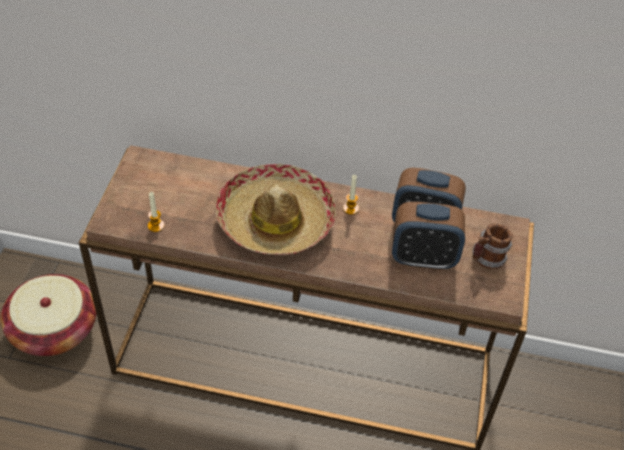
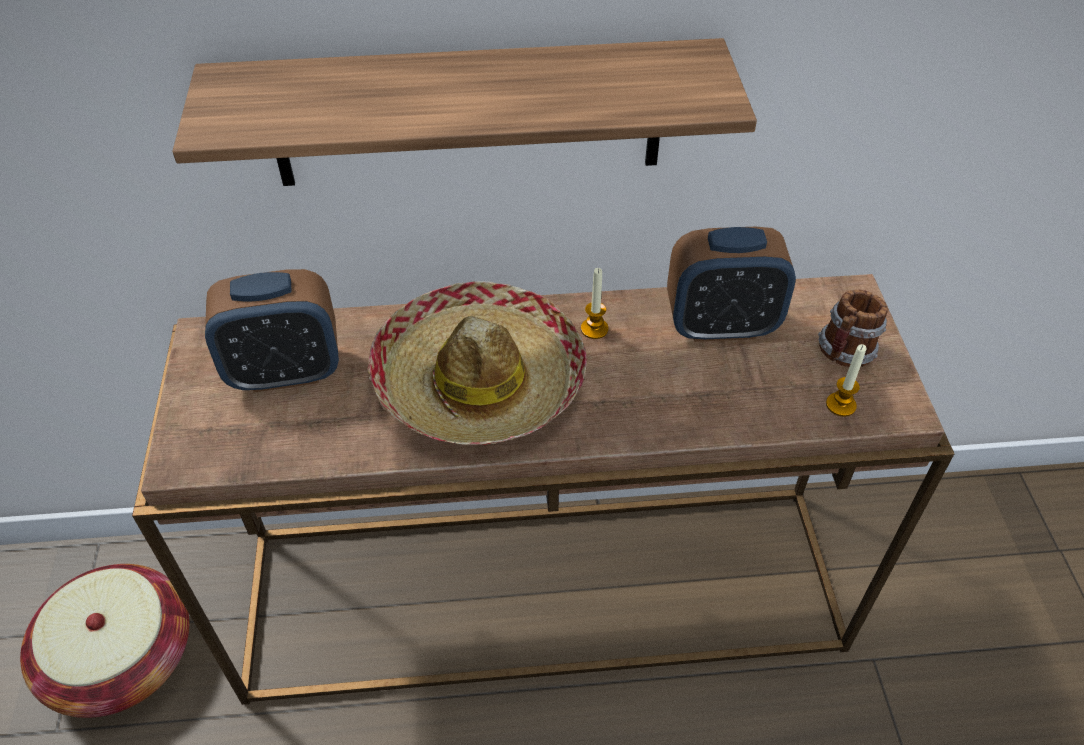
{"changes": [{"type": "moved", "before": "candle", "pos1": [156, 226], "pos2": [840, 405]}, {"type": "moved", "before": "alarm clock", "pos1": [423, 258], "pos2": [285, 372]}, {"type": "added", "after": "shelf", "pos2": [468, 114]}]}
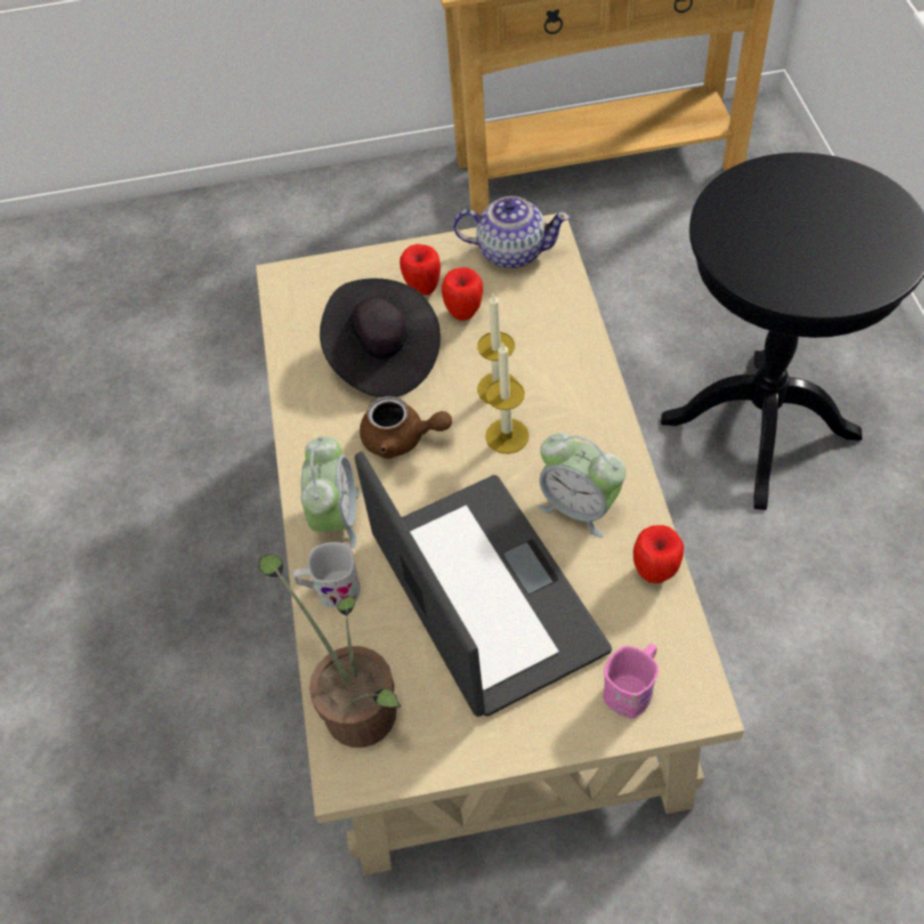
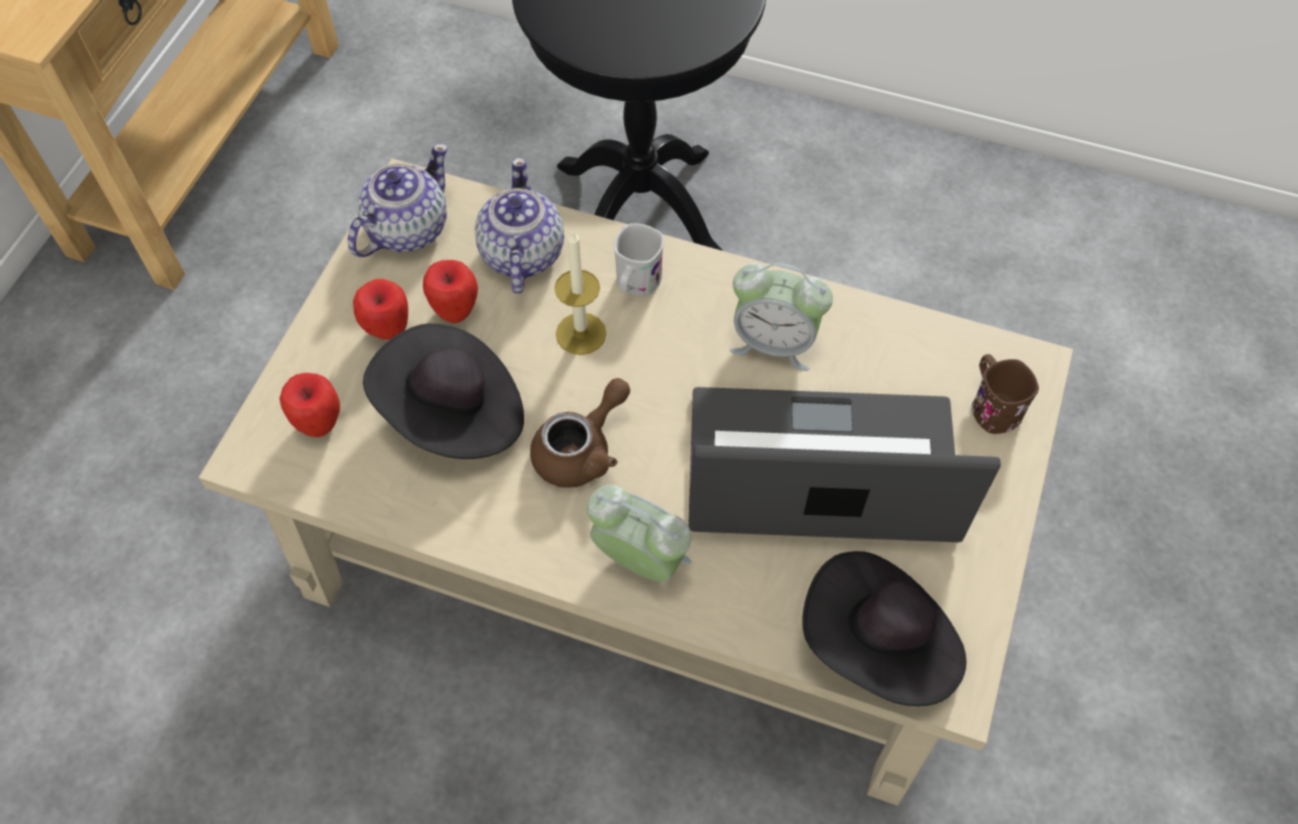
{"changes": [{"type": "removed", "before": "candle", "pos1": [507, 436]}, {"type": "turned", "before": "alarm clock", "pos1": [579, 507], "pos2": [774, 343], "turn": 45}, {"type": "moved", "before": "apple", "pos1": [655, 572], "pos2": [319, 424]}, {"type": "moved", "before": "white mug", "pos1": [330, 590], "pos2": [635, 284]}, {"type": "replaced", "before": "potted plant", "after": "black hat", "pos1": [355, 703], "pos2": [880, 646]}, {"type": "recoloured", "before": "pink mug", "after": "brown mug", "pos1": [632, 688], "pos2": [991, 406]}, {"type": "added", "after": "teapot", "pos2": [521, 255]}]}
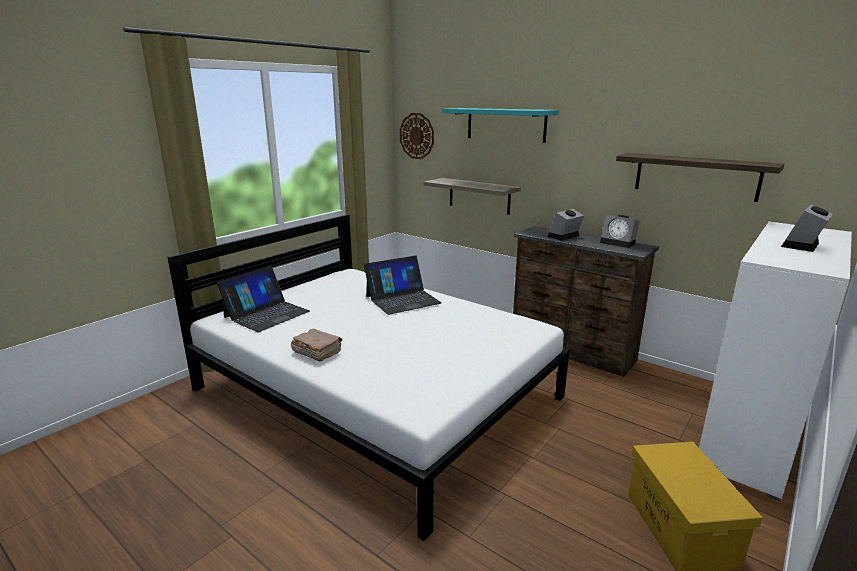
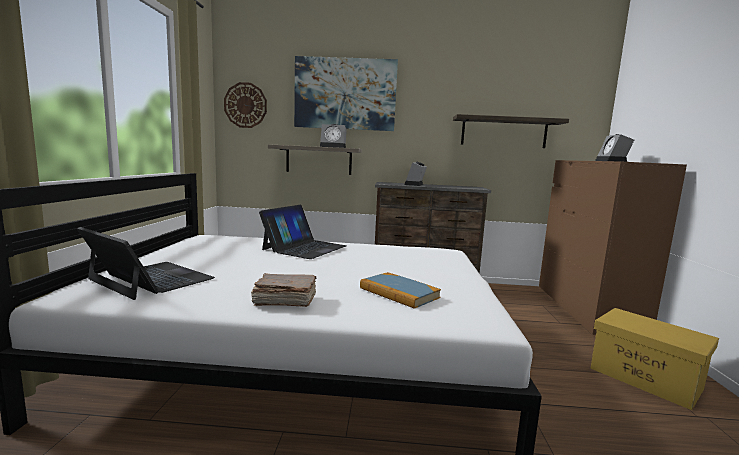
{"changes": [{"type": "replaced", "before": "turquoise shelf", "after": "picture", "pos1": [506, 124], "pos2": [345, 94]}, {"type": "moved", "before": "alarm clock", "pos1": [619, 243], "pos2": [334, 147]}, {"type": "recoloured", "before": "white dresser", "after": "brown dresser", "pos1": [750, 437], "pos2": [586, 310]}, {"type": "turned", "before": "laptop", "pos1": [266, 314], "pos2": [150, 279], "turn": -60}, {"type": "added", "after": "book", "pos2": [399, 293]}]}
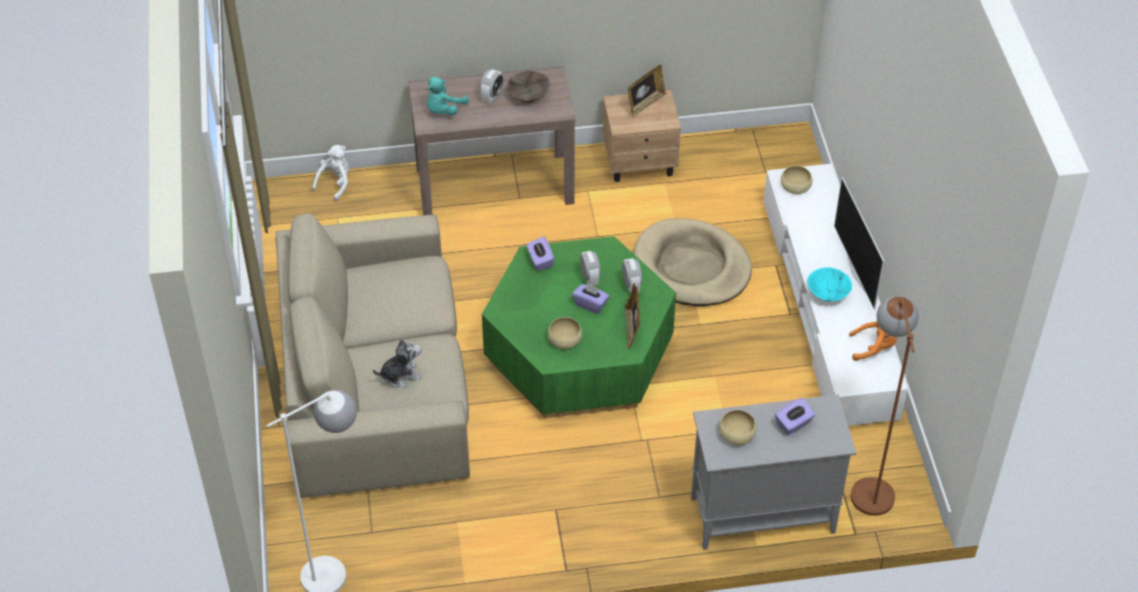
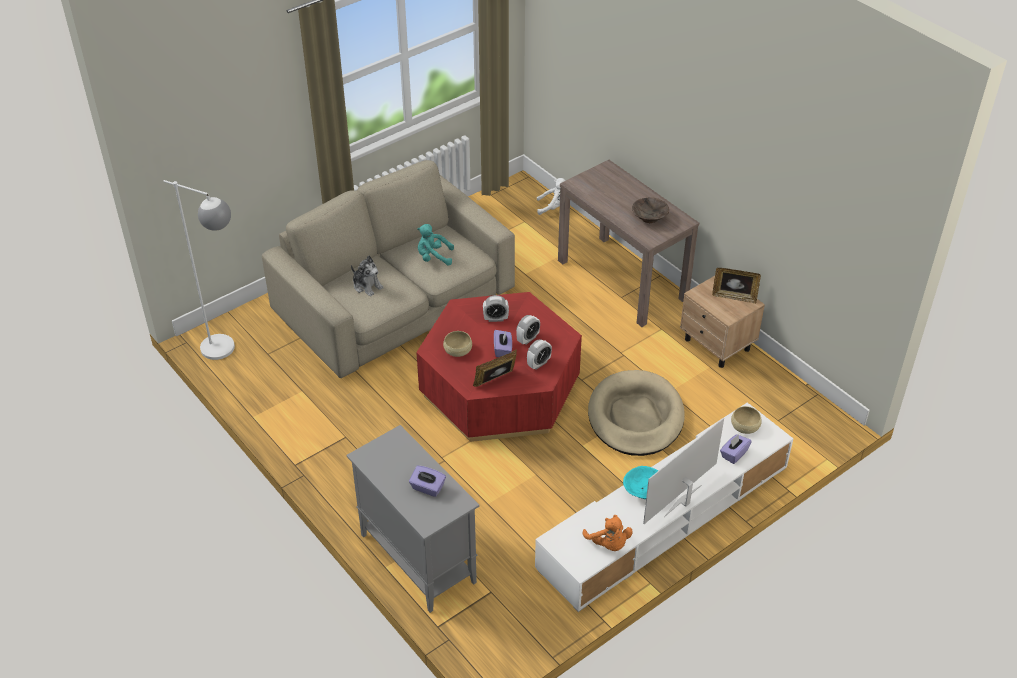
{"changes": [{"type": "moved", "before": "alarm clock", "pos1": [492, 96], "pos2": [495, 319]}, {"type": "moved", "before": "turquoise plush toy", "pos1": [443, 110], "pos2": [433, 257]}, {"type": "recoloured", "before": "green coffee table", "after": "red coffee table", "pos1": [578, 352], "pos2": [500, 389]}, {"type": "moved", "before": "purple tissue box", "pos1": [540, 261], "pos2": [734, 454]}, {"type": "removed", "before": "brown floor lamp", "pos1": [869, 484]}, {"type": "removed", "before": "beige bowl", "pos1": [737, 434]}]}
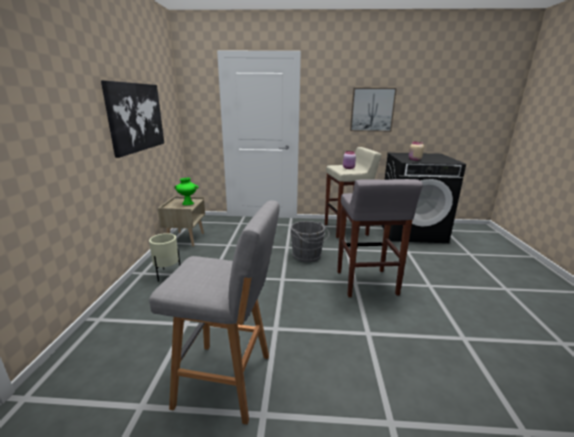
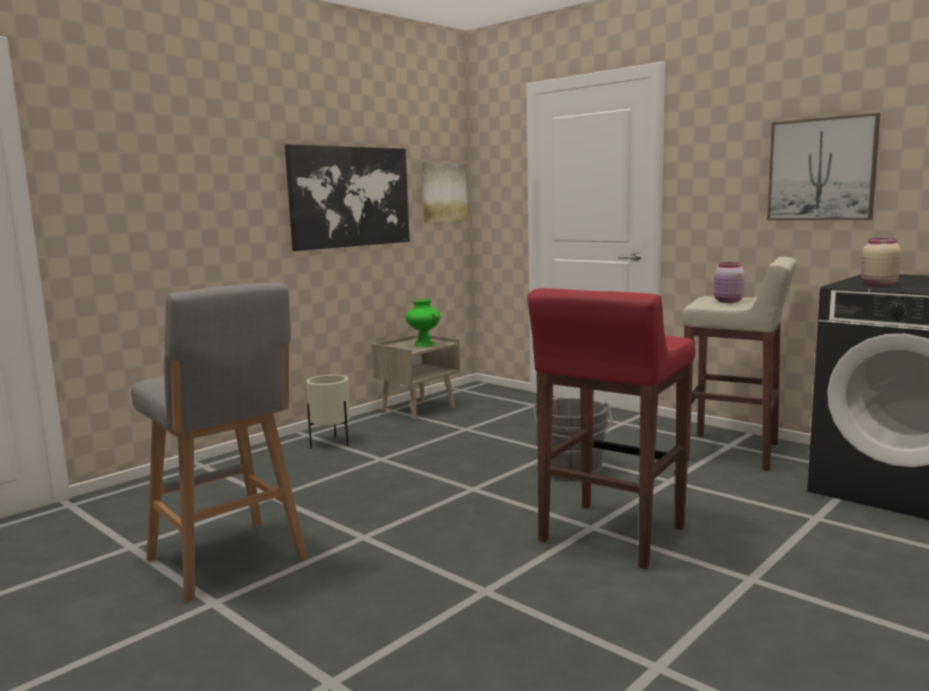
{"changes": [{"type": "recoloured", "before": "grey stool", "after": "red stool", "pos1": [366, 283], "pos2": [610, 535]}, {"type": "added", "after": "picture", "pos2": [443, 192]}]}
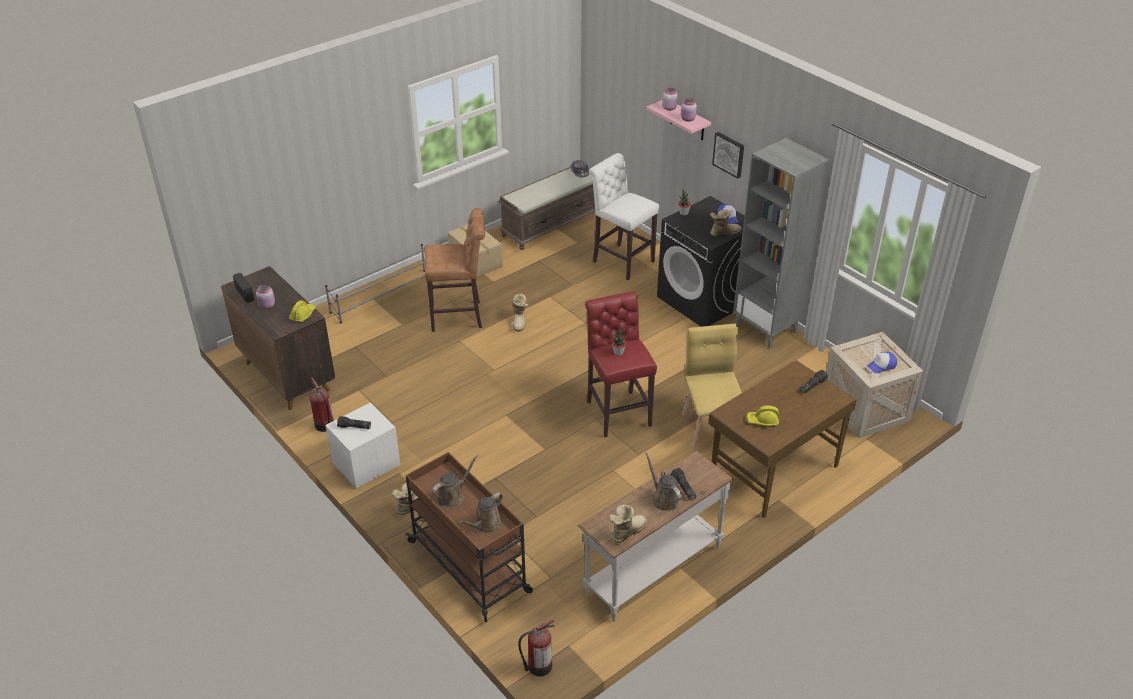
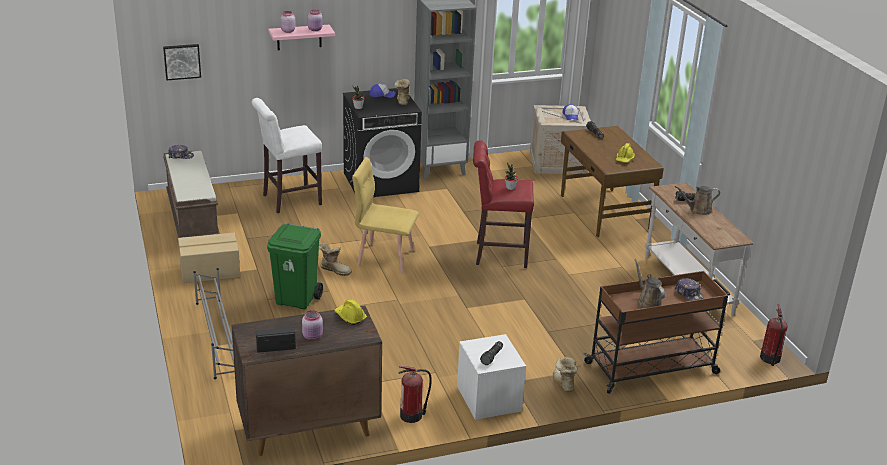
{"changes": [{"type": "moved", "before": "picture", "pos1": [729, 154], "pos2": [182, 61]}, {"type": "replaced", "before": "brown stool", "after": "green trash can", "pos1": [459, 316], "pos2": [297, 299]}, {"type": "moved", "before": "yellow chair", "pos1": [711, 427], "pos2": [385, 257]}, {"type": "replaced", "before": "brown watering can", "after": "cap", "pos1": [486, 525], "pos2": [688, 294]}, {"type": "removed", "before": "boot", "pos1": [626, 532]}]}
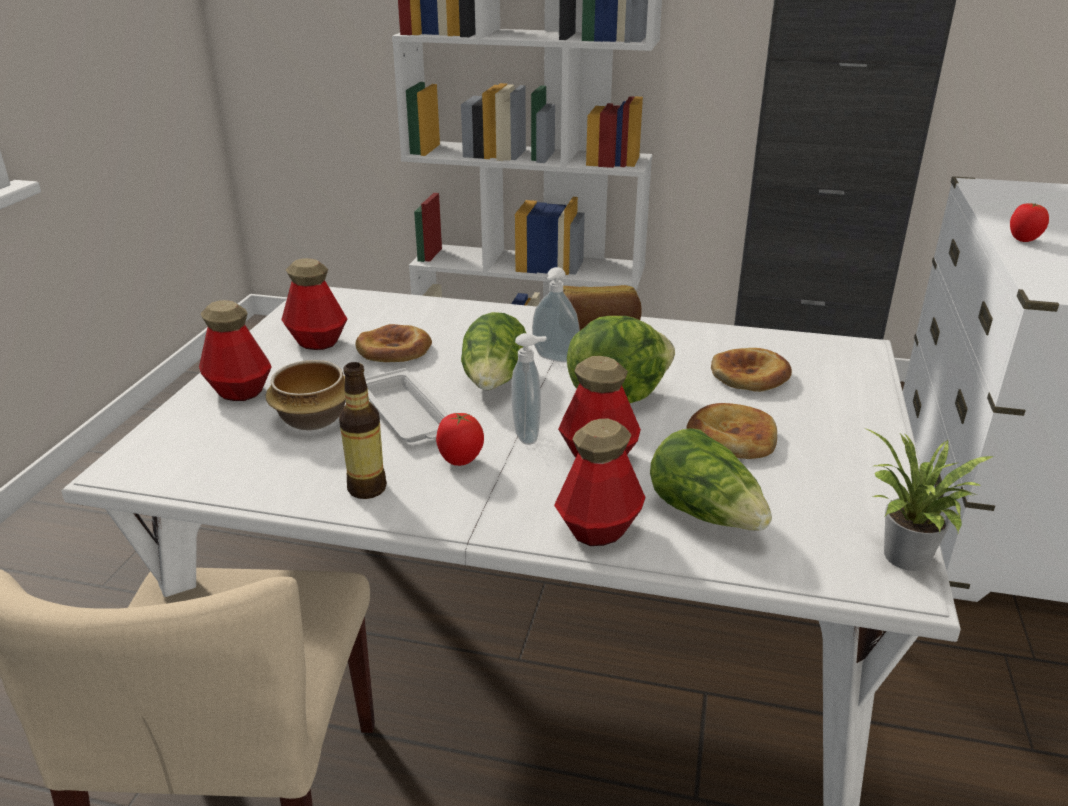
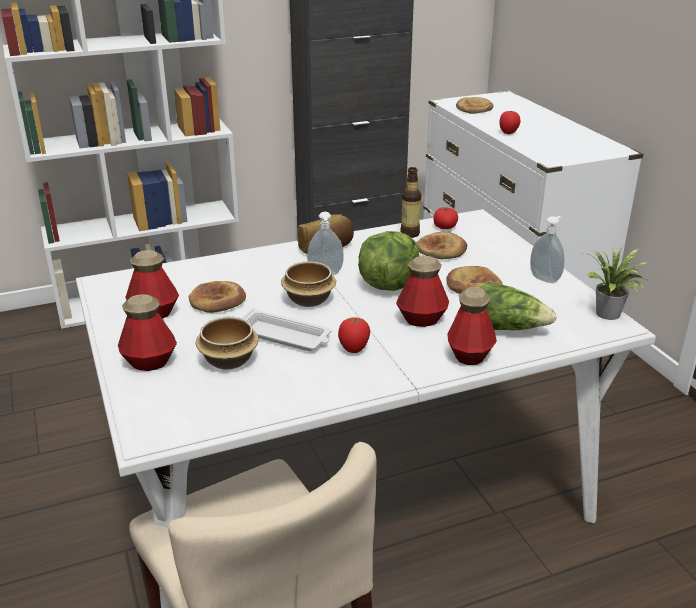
{"changes": [{"type": "replaced", "before": "lettuce", "after": "bowl", "pos1": [495, 381], "pos2": [309, 299]}, {"type": "moved", "before": "soap dispenser", "pos1": [529, 435], "pos2": [545, 278]}, {"type": "moved", "before": "bottle", "pos1": [367, 489], "pos2": [410, 234]}, {"type": "added", "after": "bread", "pos2": [474, 108]}, {"type": "added", "after": "tomato", "pos2": [445, 227]}]}
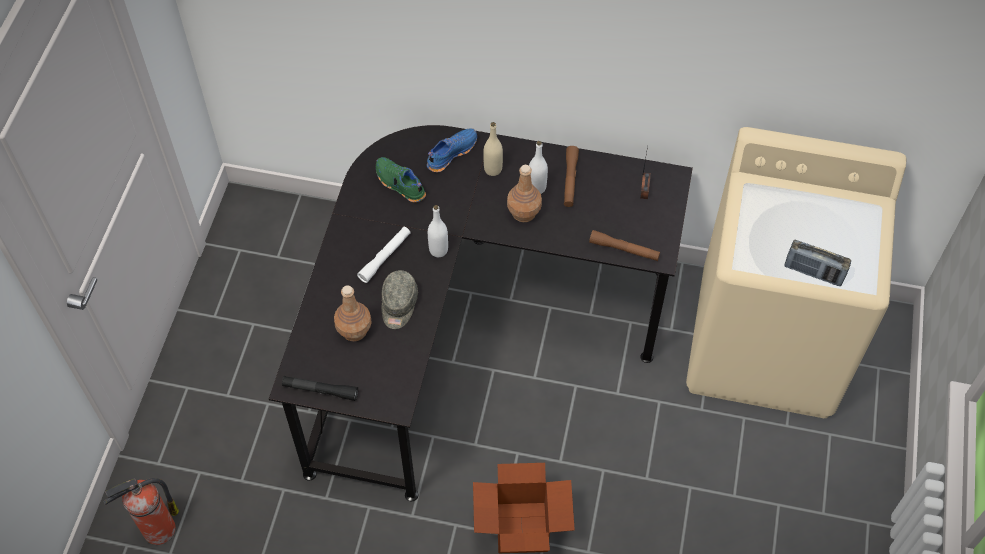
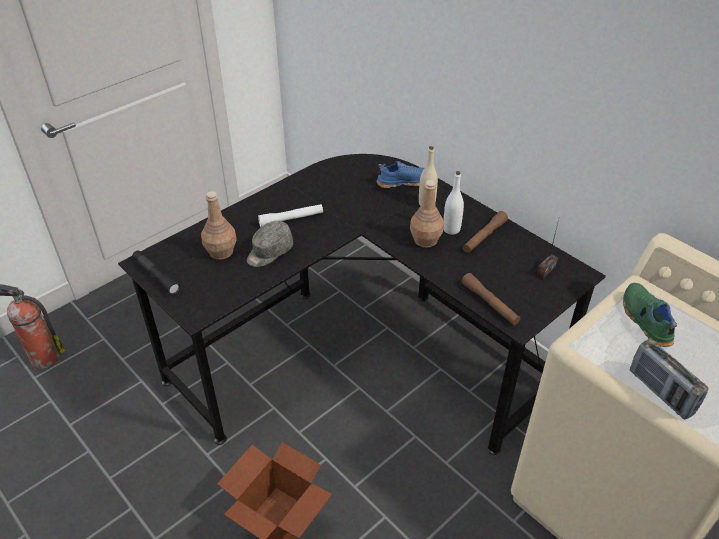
{"changes": [{"type": "moved", "before": "green shoe", "pos1": [399, 184], "pos2": [644, 320]}, {"type": "removed", "before": "white bottle", "pos1": [438, 250]}]}
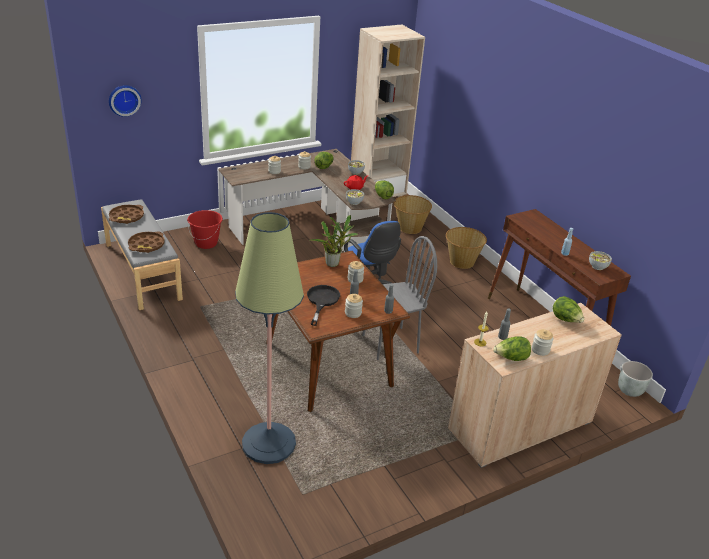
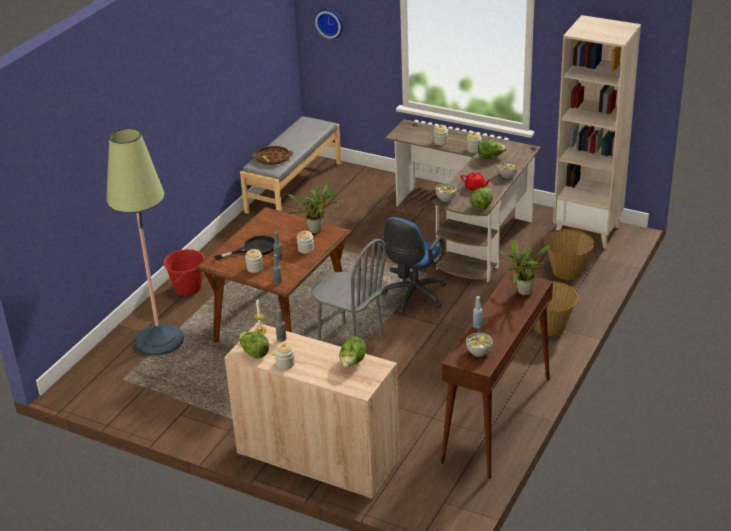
{"changes": [{"type": "removed", "before": "brown tray", "pos1": [126, 217]}, {"type": "moved", "before": "red bucket", "pos1": [206, 243], "pos2": [188, 289]}, {"type": "removed", "before": "grey planter", "pos1": [630, 391]}, {"type": "added", "after": "potted plant", "pos2": [523, 293]}]}
